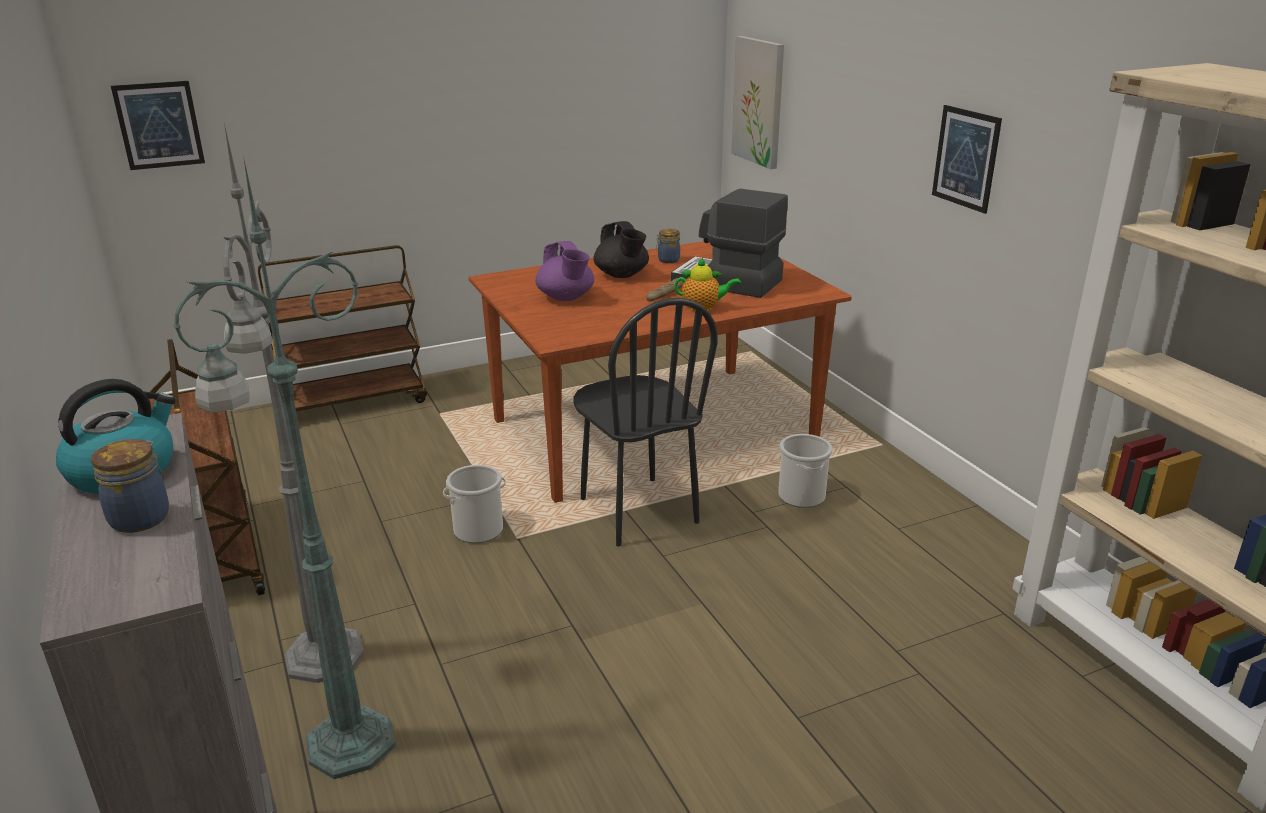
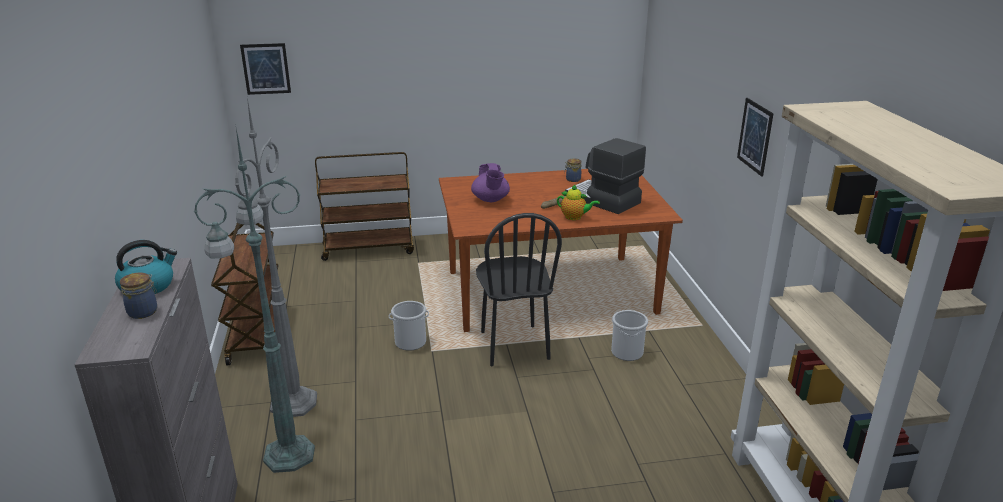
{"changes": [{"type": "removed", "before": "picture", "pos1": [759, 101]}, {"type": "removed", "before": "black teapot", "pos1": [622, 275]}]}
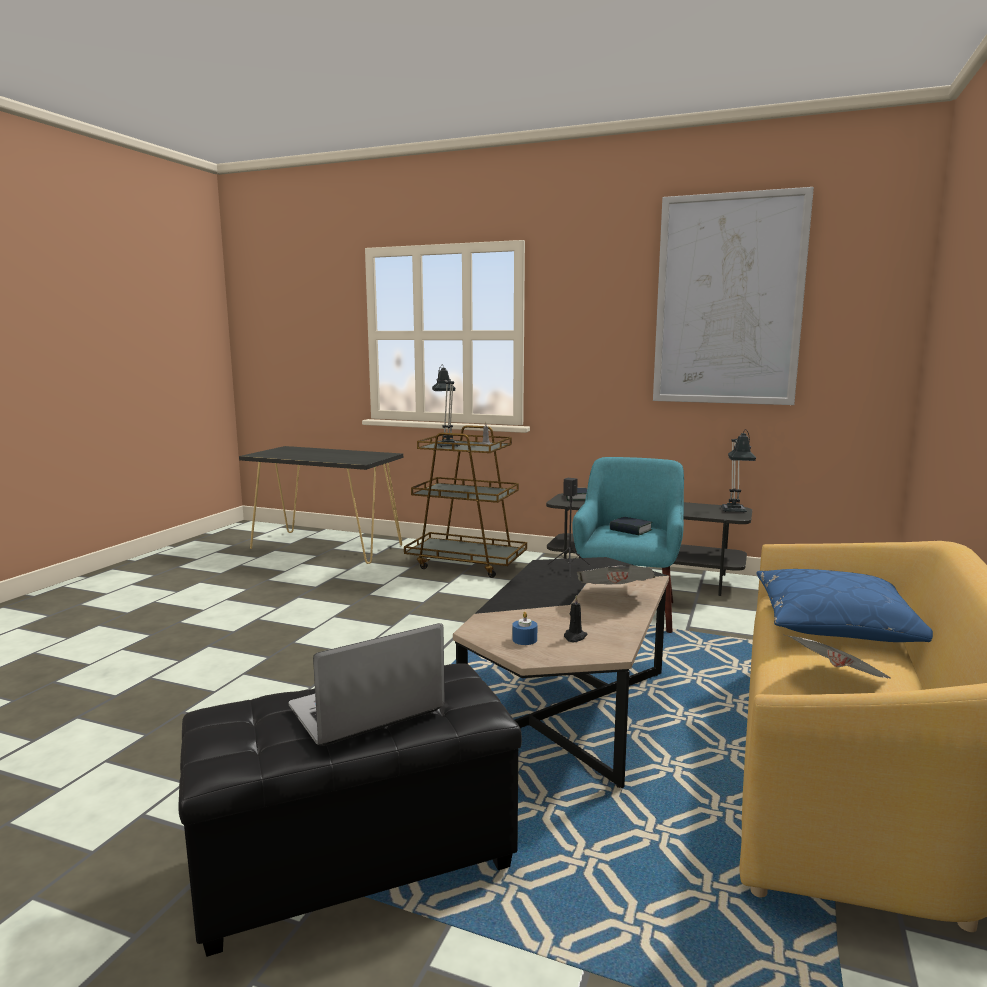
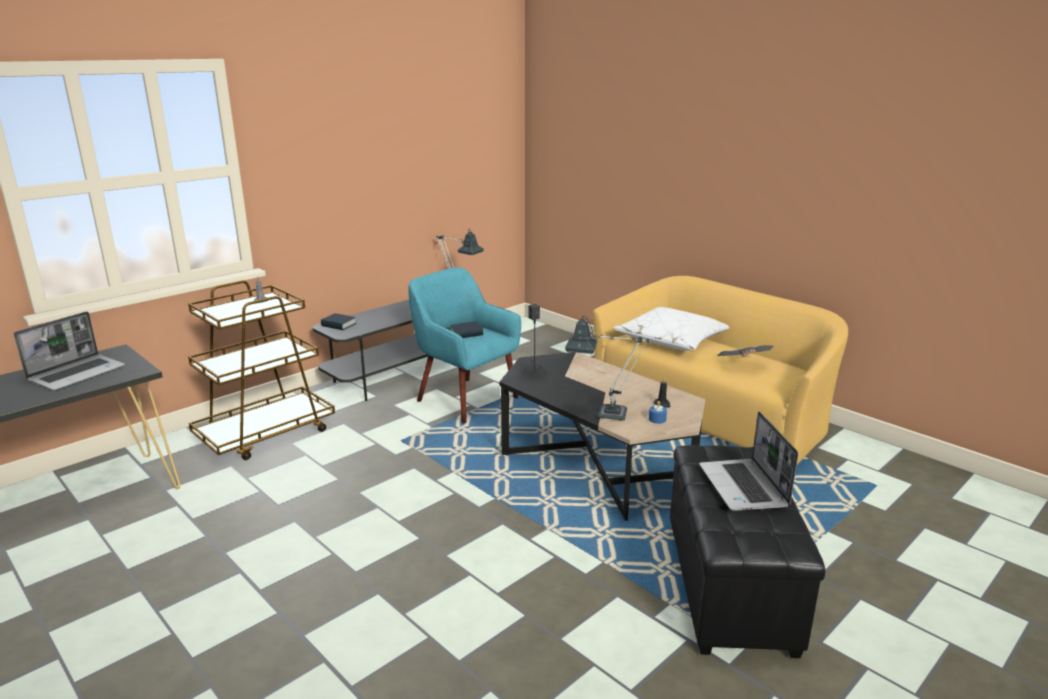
{"changes": [{"type": "removed", "before": "picture", "pos1": [728, 300]}, {"type": "moved", "before": "table lamp", "pos1": [447, 444], "pos2": [604, 413]}, {"type": "removed", "before": "newspaper", "pos1": [614, 597]}, {"type": "recoloured", "before": "blue pillow", "after": "white pillow", "pos1": [836, 624], "pos2": [671, 340]}, {"type": "added", "after": "laptop", "pos2": [78, 373]}]}
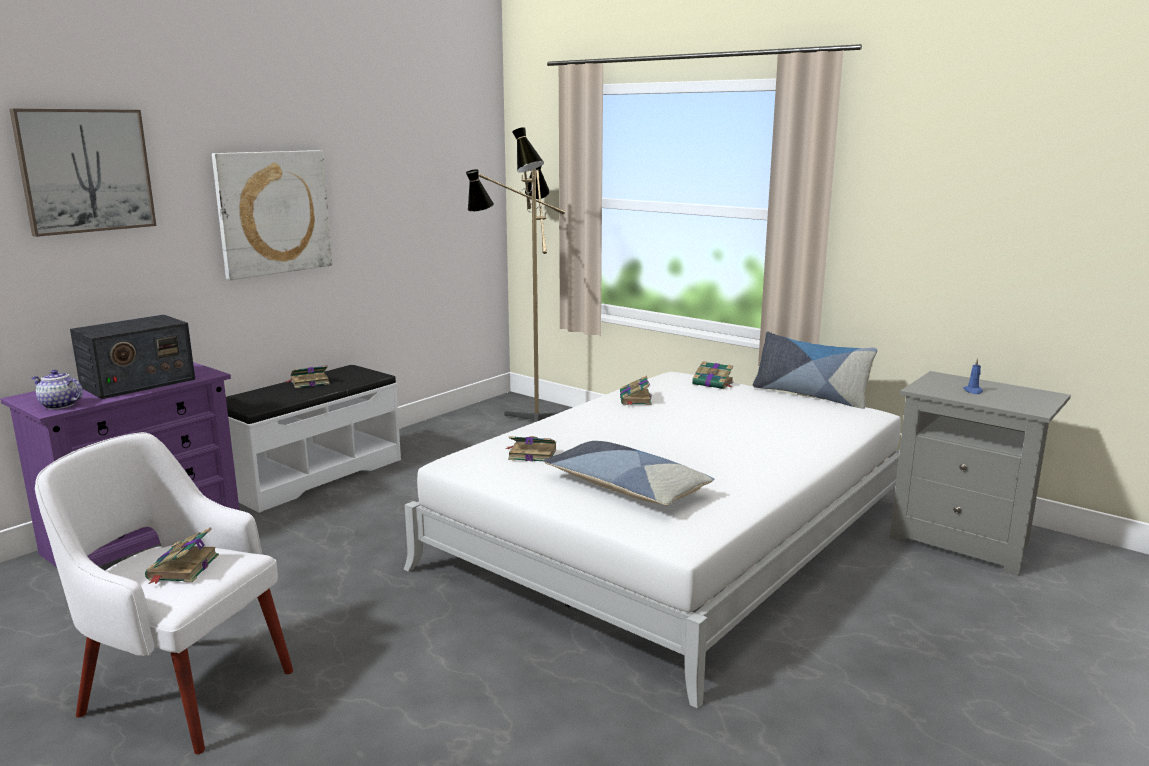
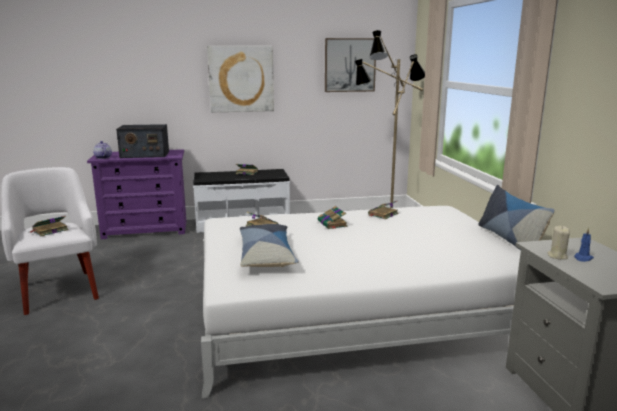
{"changes": [{"type": "moved", "before": "picture", "pos1": [85, 171], "pos2": [349, 65]}, {"type": "moved", "before": "book", "pos1": [713, 383], "pos2": [332, 224]}, {"type": "added", "after": "beige candle", "pos2": [557, 256]}]}
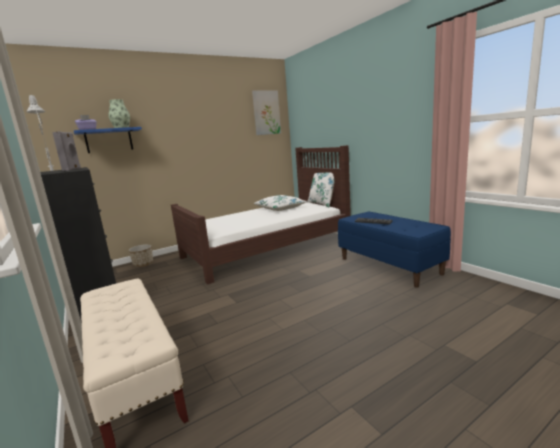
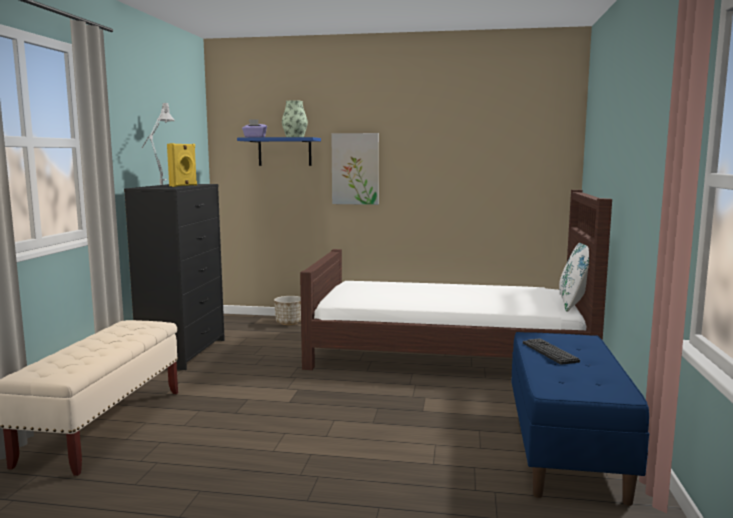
{"changes": [{"type": "moved", "before": "picture", "pos1": [266, 112], "pos2": [355, 169]}, {"type": "recoloured", "before": "grey speaker", "after": "yellow speaker", "pos1": [72, 169], "pos2": [184, 185]}, {"type": "removed", "before": "white pillow", "pos1": [280, 208]}]}
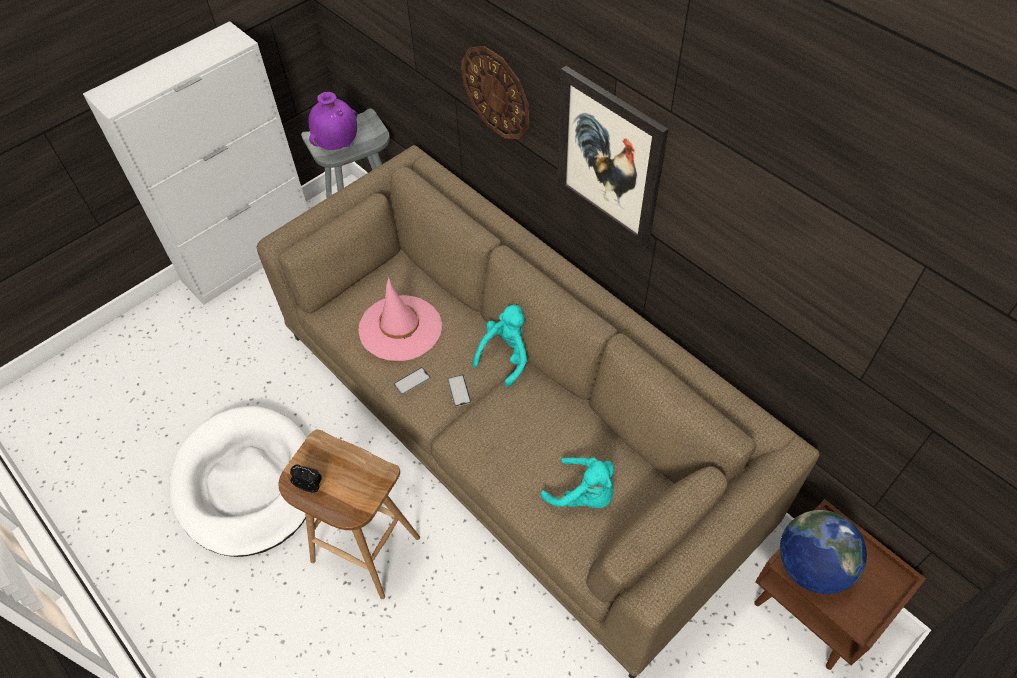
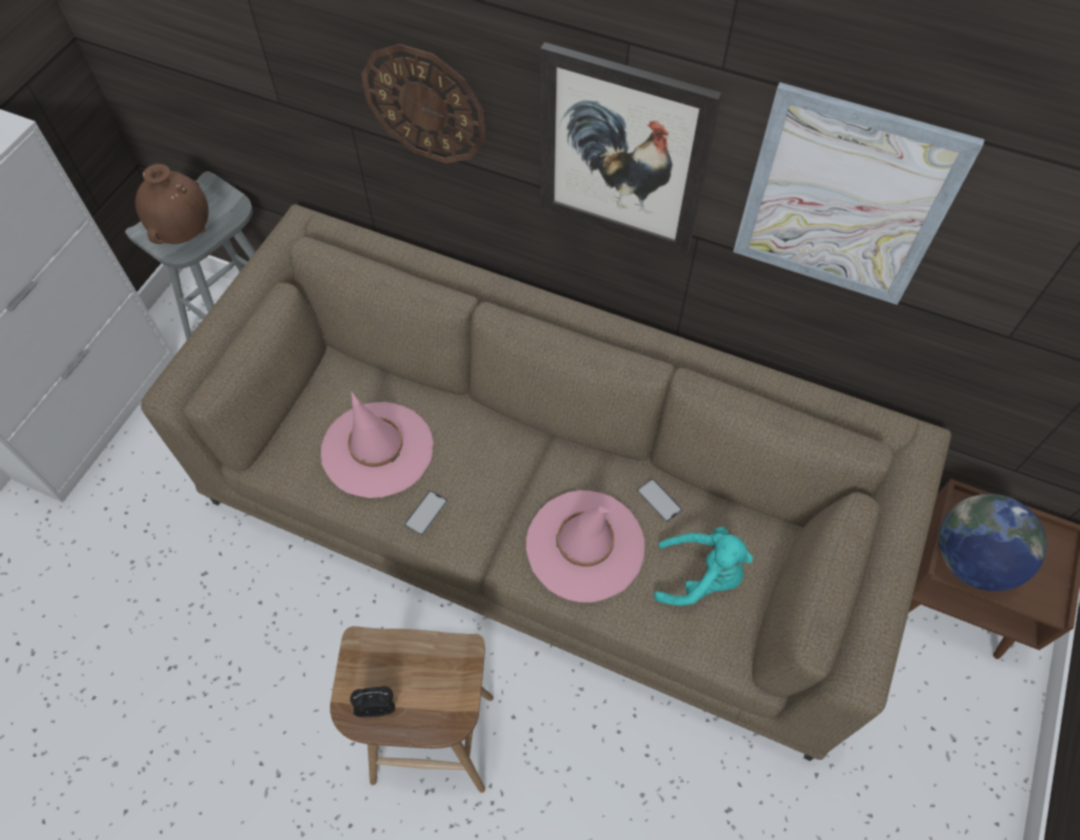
{"changes": [{"type": "recoloured", "before": "purple vase", "after": "brown vase", "pos1": [338, 144], "pos2": [185, 232]}, {"type": "removed", "before": "turquoise plush toy", "pos1": [507, 356]}, {"type": "moved", "before": "phone", "pos1": [459, 390], "pos2": [659, 500]}, {"type": "removed", "before": "white dog bed", "pos1": [247, 483]}, {"type": "added", "after": "picture", "pos2": [844, 199]}, {"type": "added", "after": "pink hat", "pos2": [585, 546]}]}
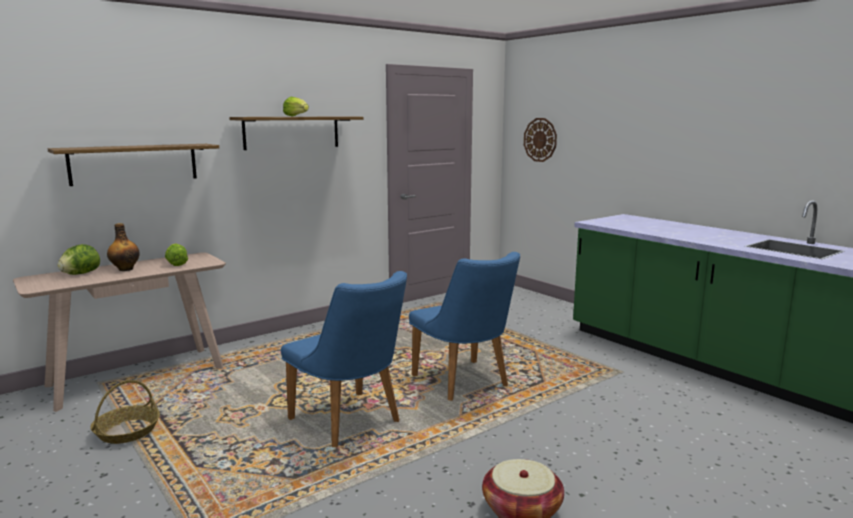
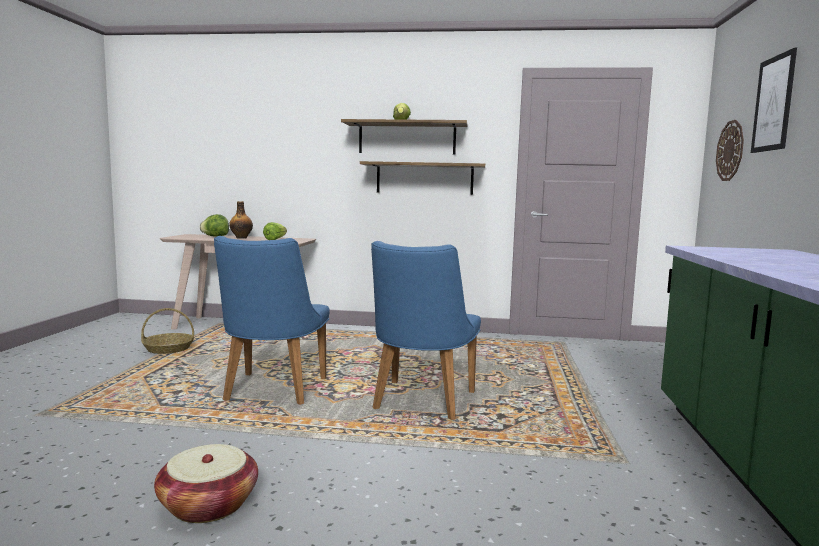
{"changes": [{"type": "moved", "before": "shelf", "pos1": [134, 163], "pos2": [424, 178]}, {"type": "added", "after": "picture", "pos2": [773, 103]}]}
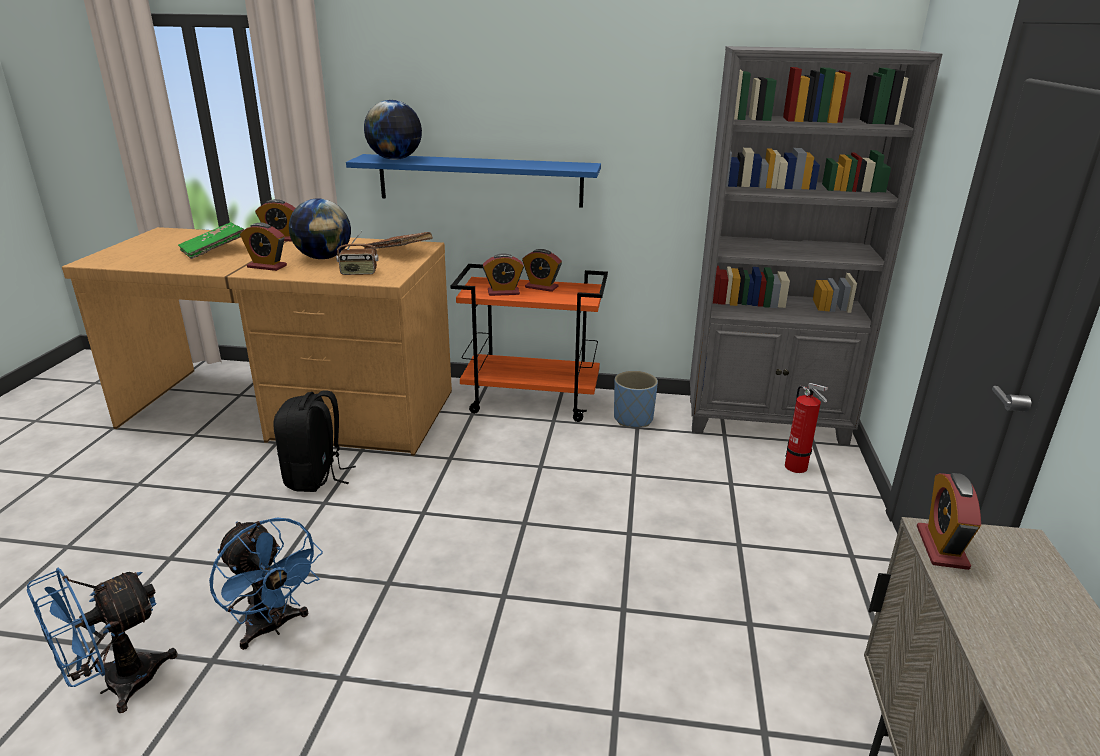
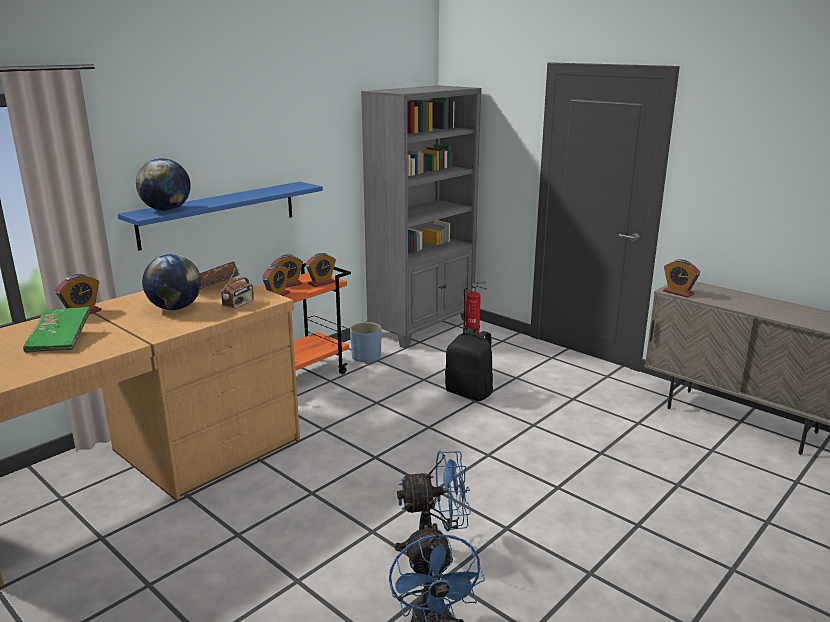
{"changes": [{"type": "moved", "before": "alarm clock", "pos1": [267, 266], "pos2": [321, 283]}, {"type": "moved", "before": "black backpack", "pos1": [315, 477], "pos2": [470, 393]}]}
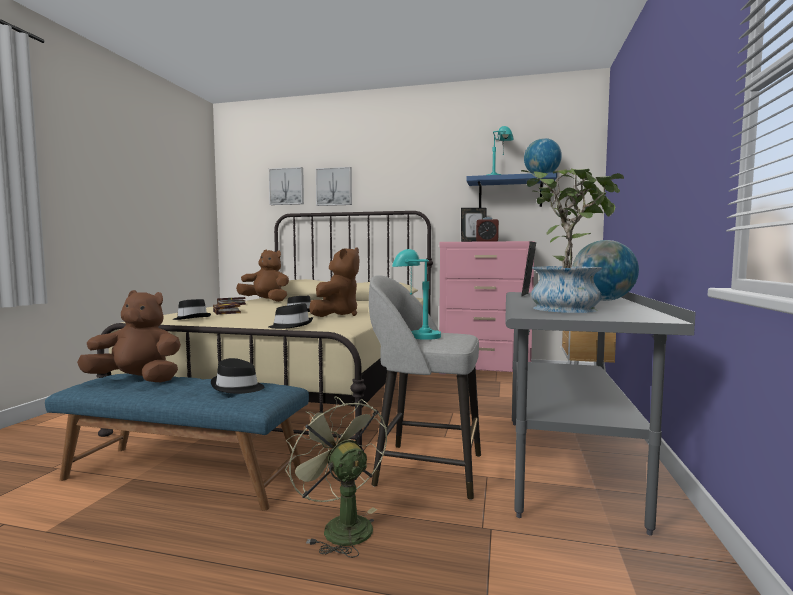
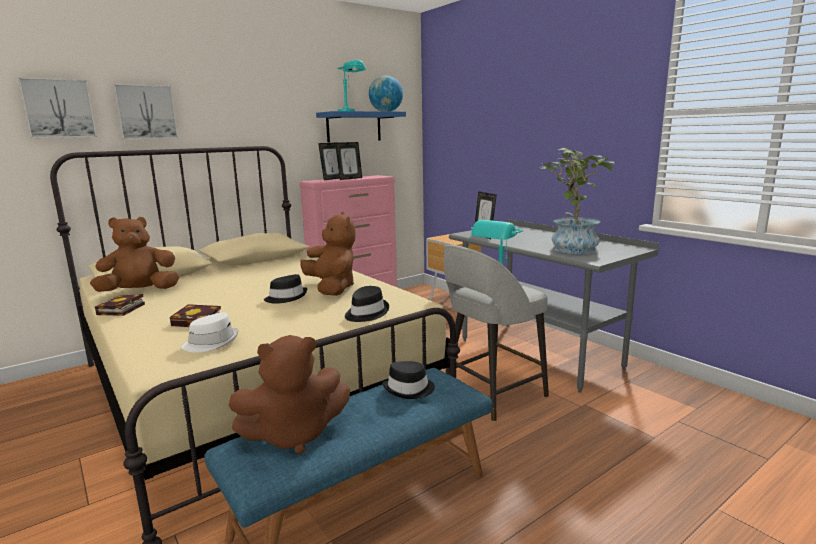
{"changes": [{"type": "replaced", "before": "alarm clock", "after": "picture frame", "pos1": [487, 241], "pos2": [350, 178]}, {"type": "removed", "before": "globe", "pos1": [603, 300]}, {"type": "turned", "before": "brown plush toy", "pos1": [137, 380], "pos2": [294, 435], "turn": -150}, {"type": "recoloured", "before": "black hat", "after": "white hat", "pos1": [191, 318], "pos2": [211, 343]}, {"type": "removed", "before": "green fan", "pos1": [340, 526]}]}
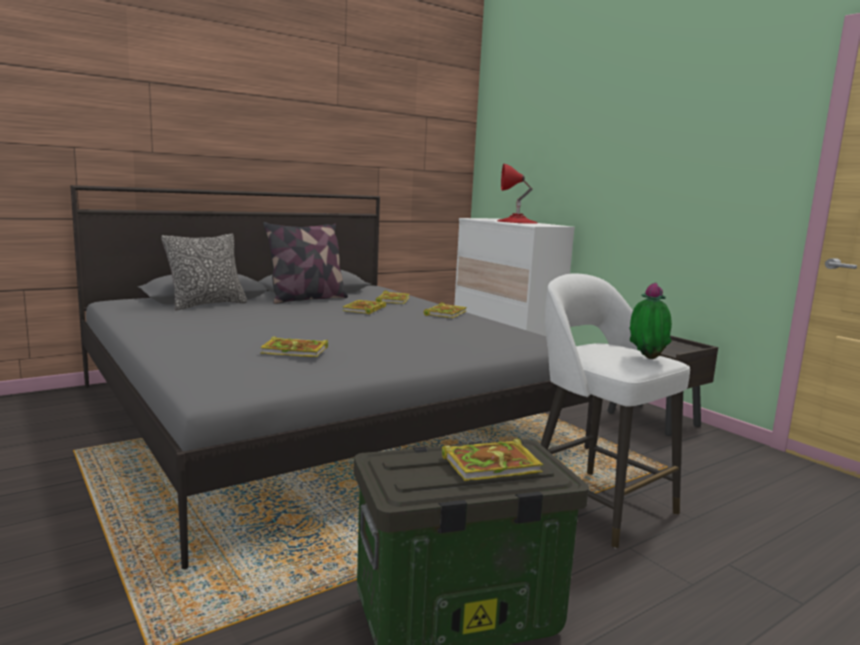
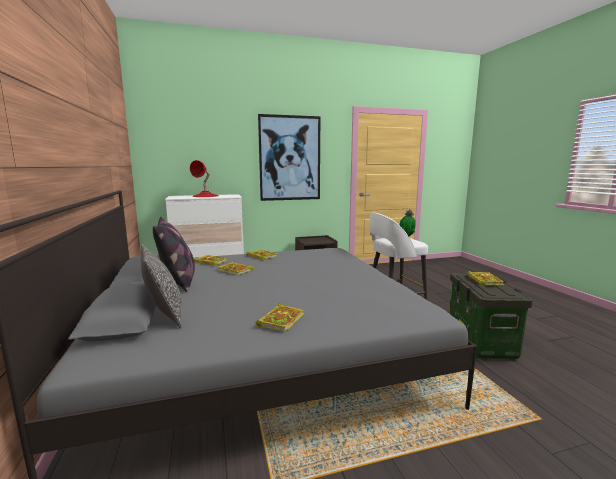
{"changes": [{"type": "moved", "before": "book", "pos1": [296, 351], "pos2": [281, 319]}, {"type": "added", "after": "picture", "pos2": [290, 158]}]}
